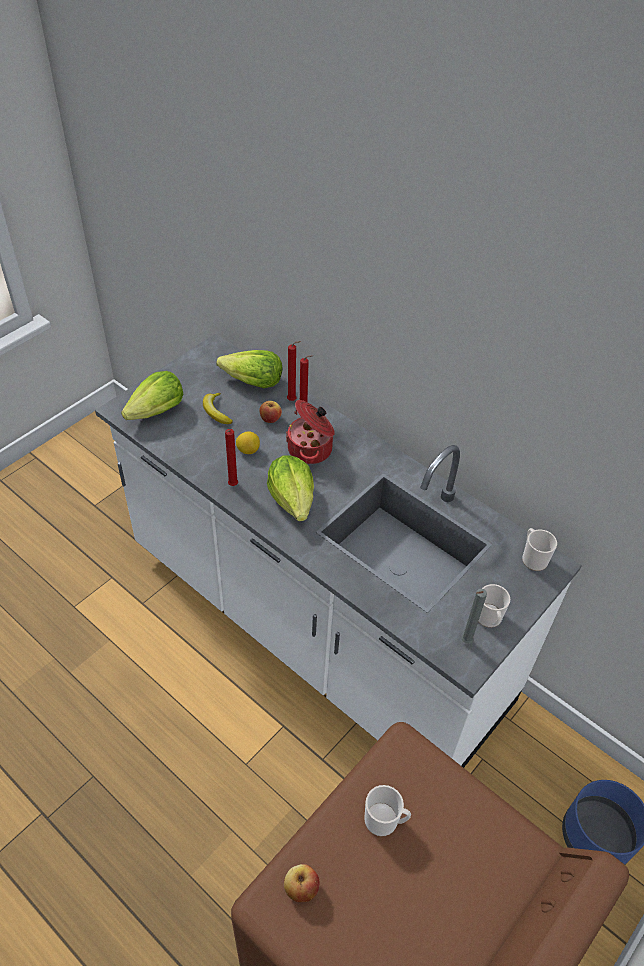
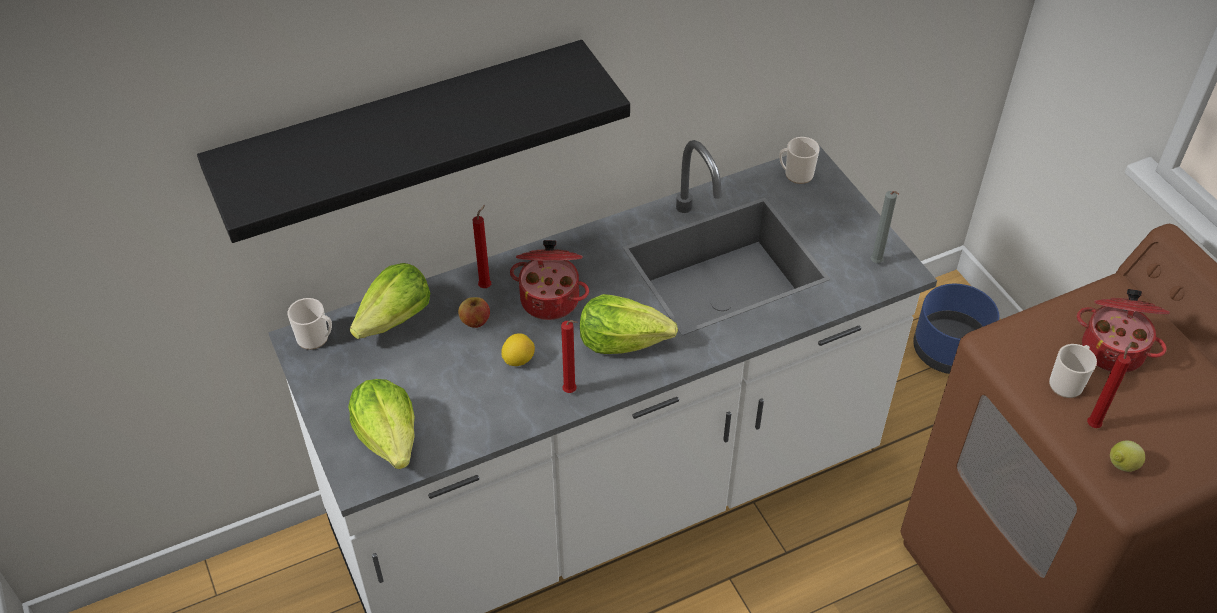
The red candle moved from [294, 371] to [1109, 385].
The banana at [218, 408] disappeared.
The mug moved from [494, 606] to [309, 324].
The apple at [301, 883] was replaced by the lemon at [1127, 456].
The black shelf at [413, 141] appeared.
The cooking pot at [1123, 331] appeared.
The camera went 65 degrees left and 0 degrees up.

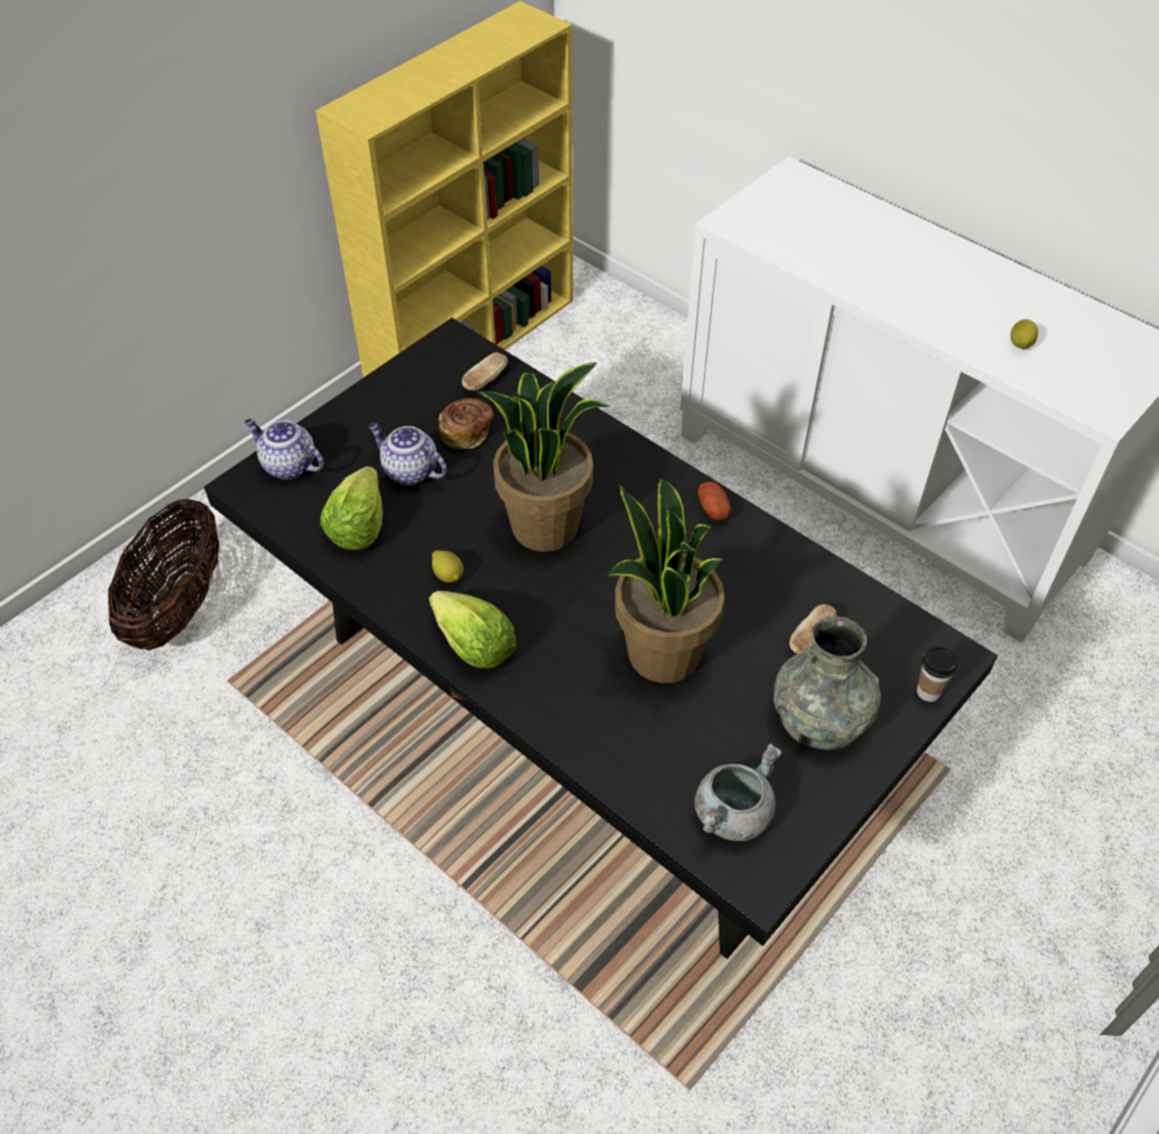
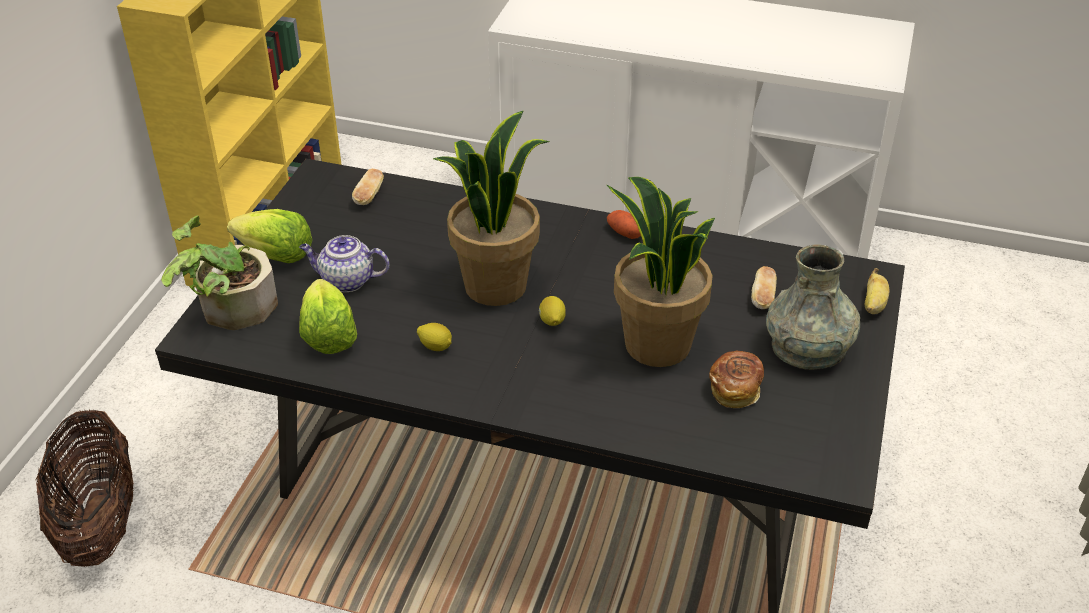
The lemon moved from [1024, 334] to [552, 311].
The bread moved from [466, 423] to [736, 379].
The teapot at [284, 449] was replaced by the potted plant at [219, 272].
The lettuce moved from [472, 630] to [270, 236].
The cup at [937, 674] was replaced by the banana at [877, 291].
The grey cooking pot at [738, 792] disappeared.
The camera went 25 degrees left and 10 degrees down.

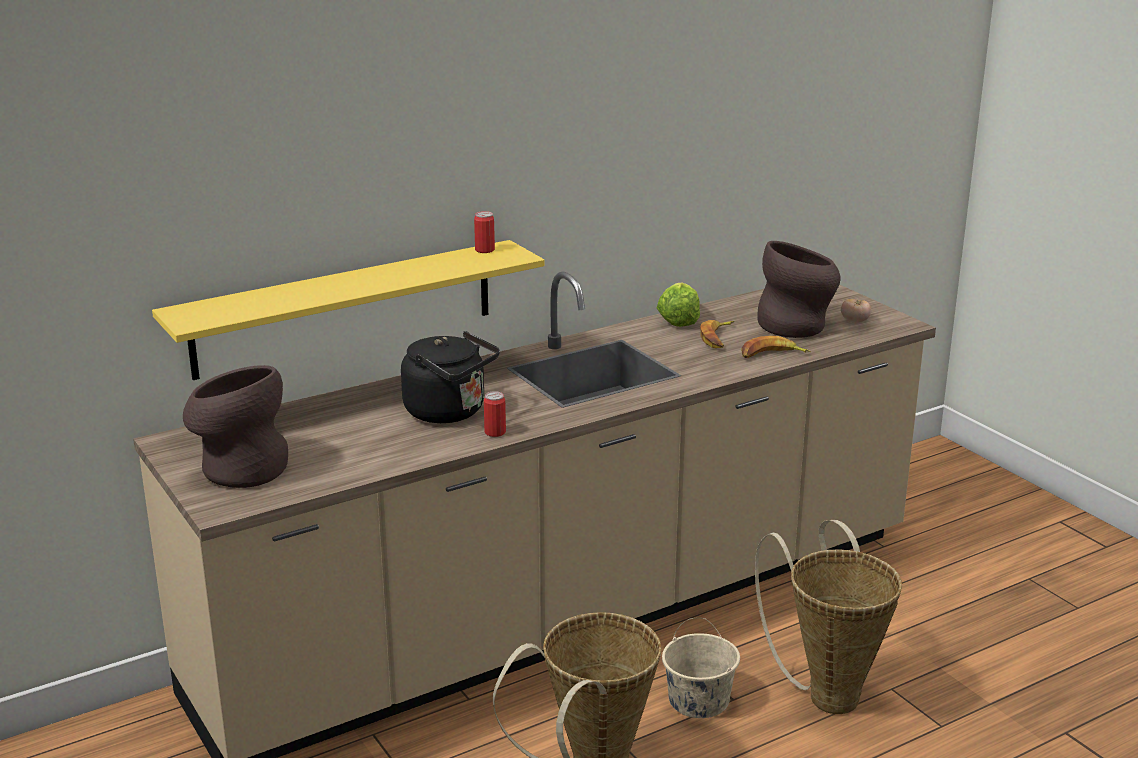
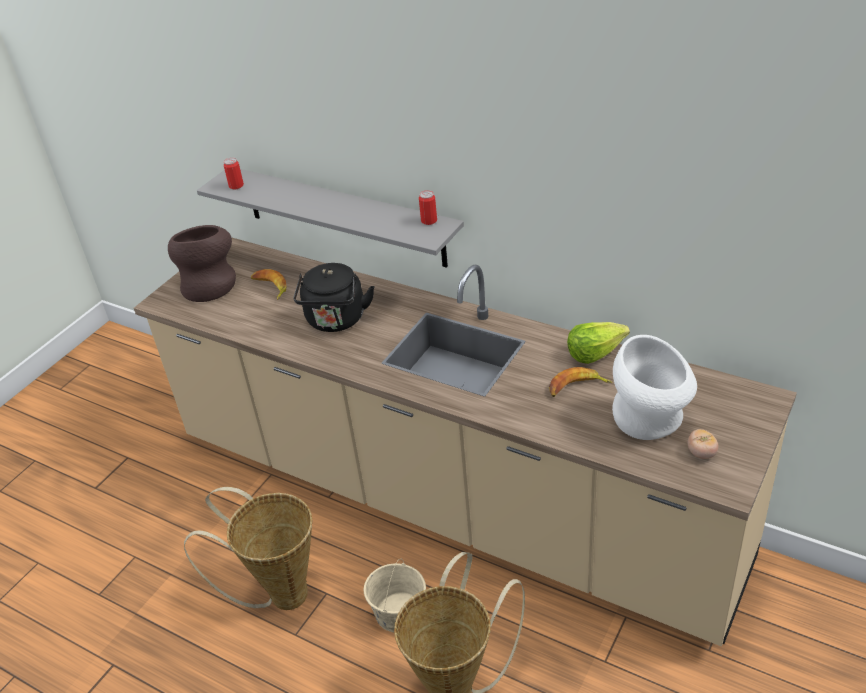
The yellow shelf at [348, 310] became the grey shelf at [330, 218].
The brown vase at [799, 289] became the white vase at [654, 387].
The banana moved from [776, 347] to [268, 284].
The can moved from [495, 414] to [234, 174].
The camera went 65 degrees right and 15 degrees up.

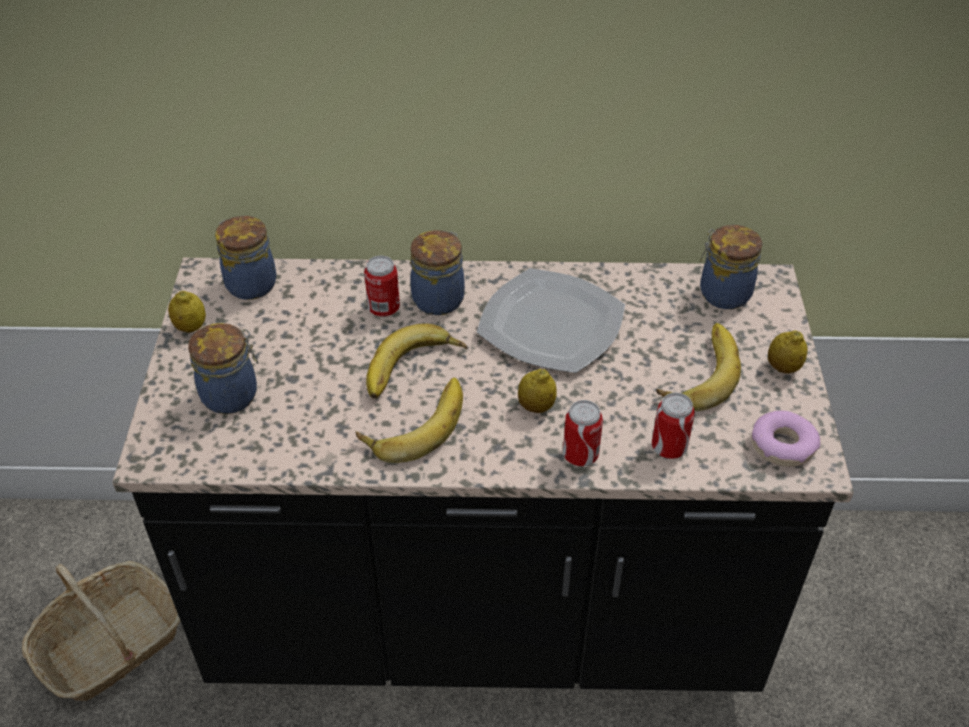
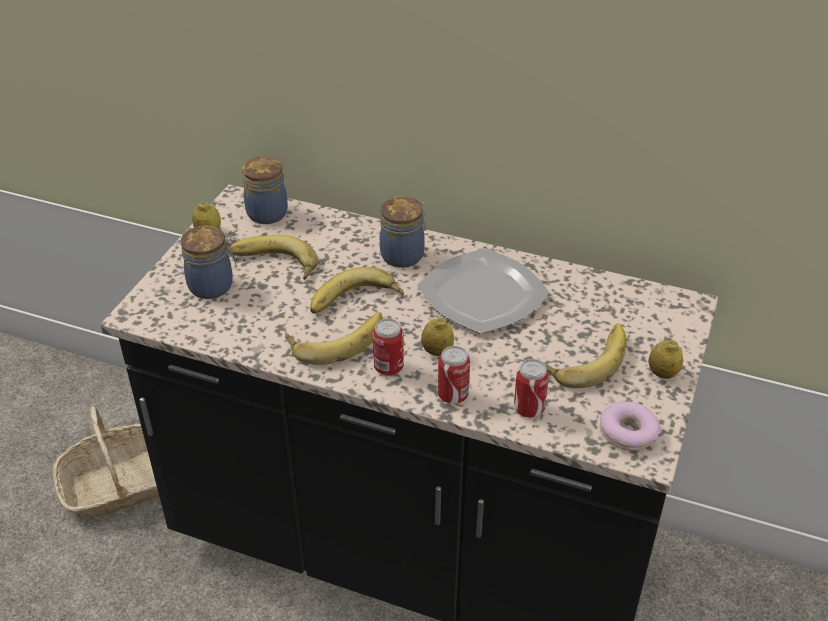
The jar at [731, 267] disappeared.
The can moved from [382, 286] to [388, 346].
The banana at [273, 257] appeared.
The camera went 20 degrees right and 5 degrees down.

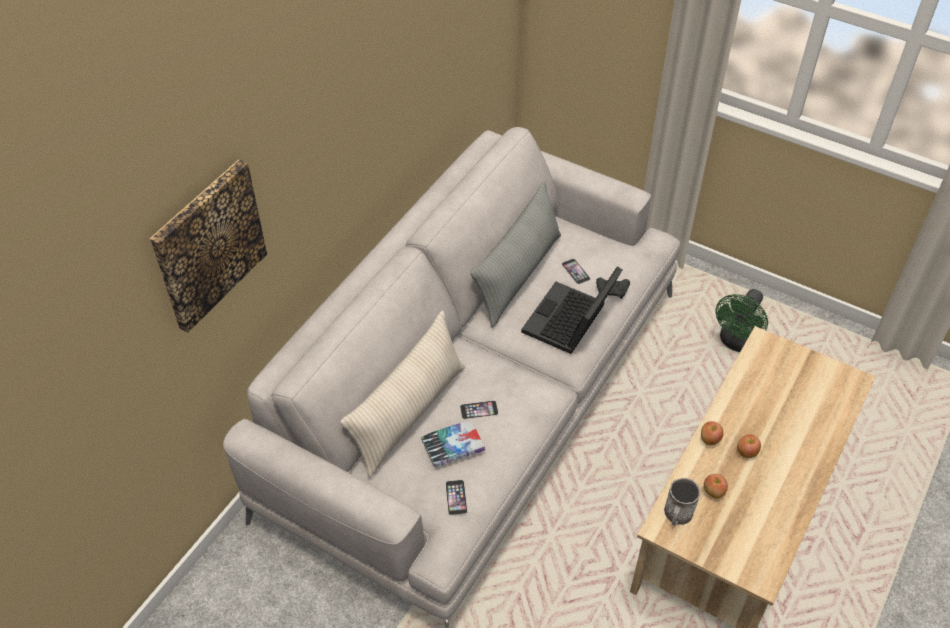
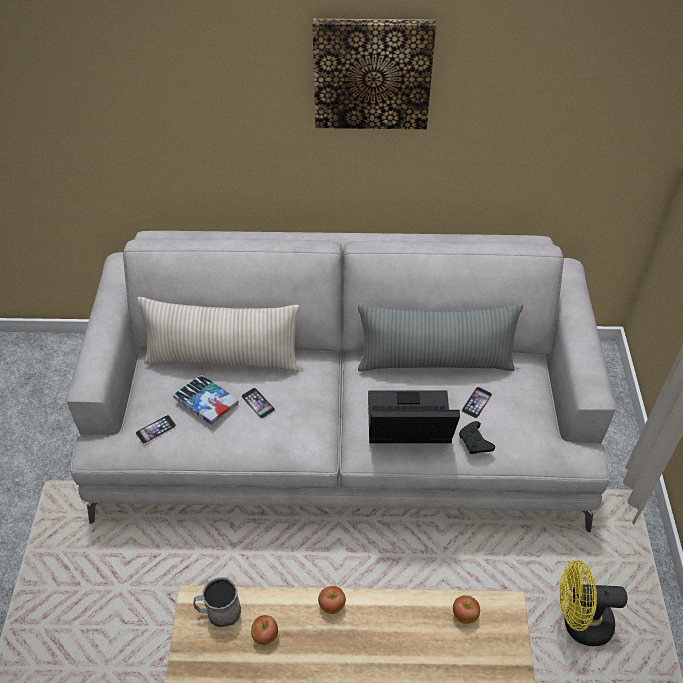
The picture moved from [208, 246] to [374, 74].
The green fan at [741, 320] became the yellow fan at [593, 603].
The apple moved from [749, 446] to [466, 609].
The camera went 60 degrees right and 0 degrees up.

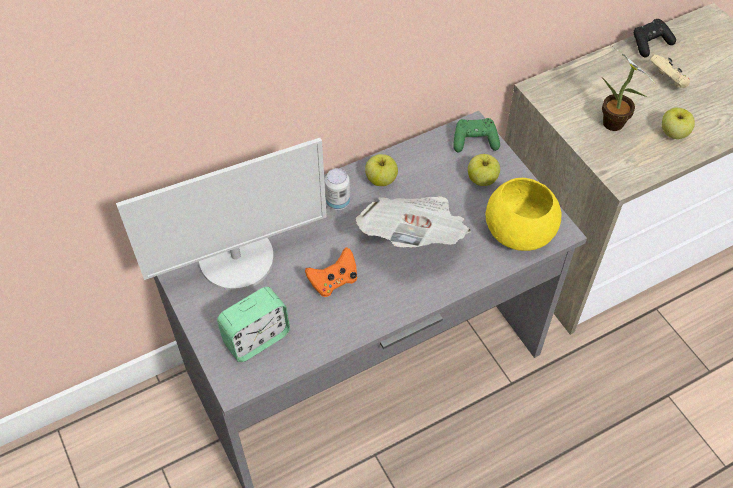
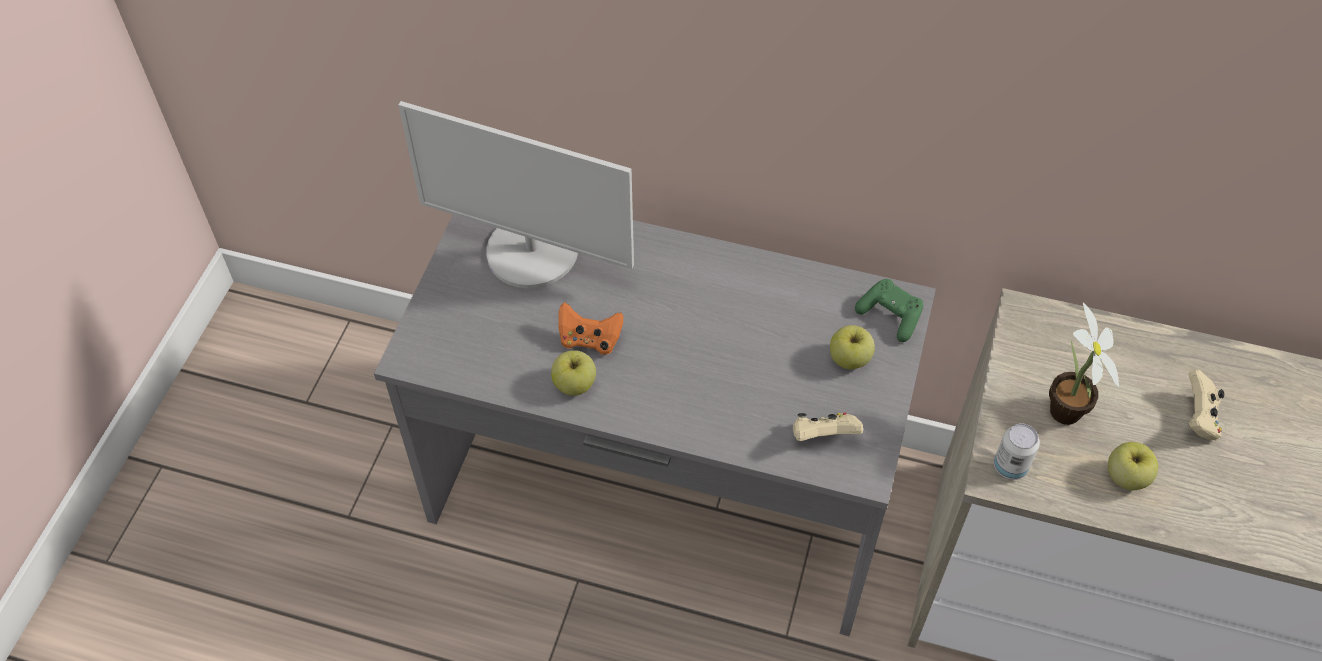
The black game controller at [654, 38] disappeared.
The apple moved from [381, 170] to [573, 373].
The can moved from [337, 189] to [1017, 451].
The yellow bowl at [523, 214] was replaced by the beige game controller at [828, 426].
The newspaper at [413, 221] disappeared.
The alarm clock at [253, 324] disappeared.
The camera went 45 degrees right and 0 degrees up.

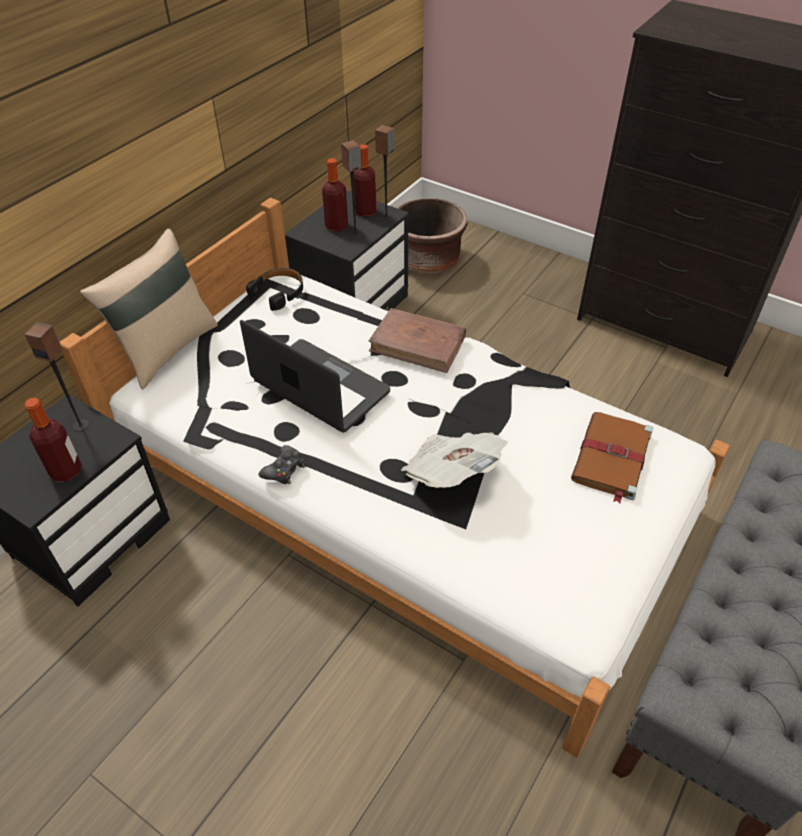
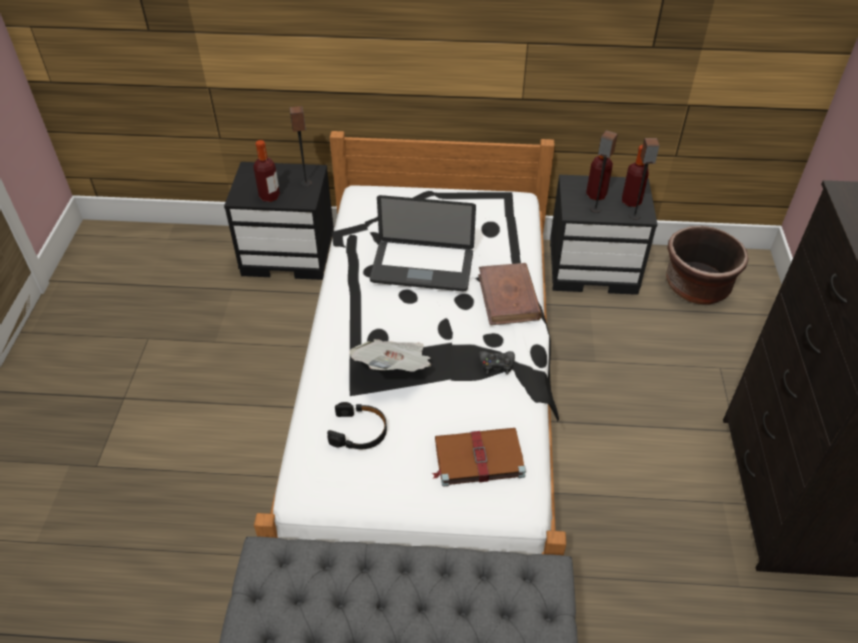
The beige pillow at [149, 309] disappeared.
The black headphones moved from [274, 289] to [357, 425].
The laptop at [315, 376] turned 90 degrees clockwise.
The black game controller moved from [282, 464] to [497, 362].
The camera went 60 degrees right and 0 degrees up.

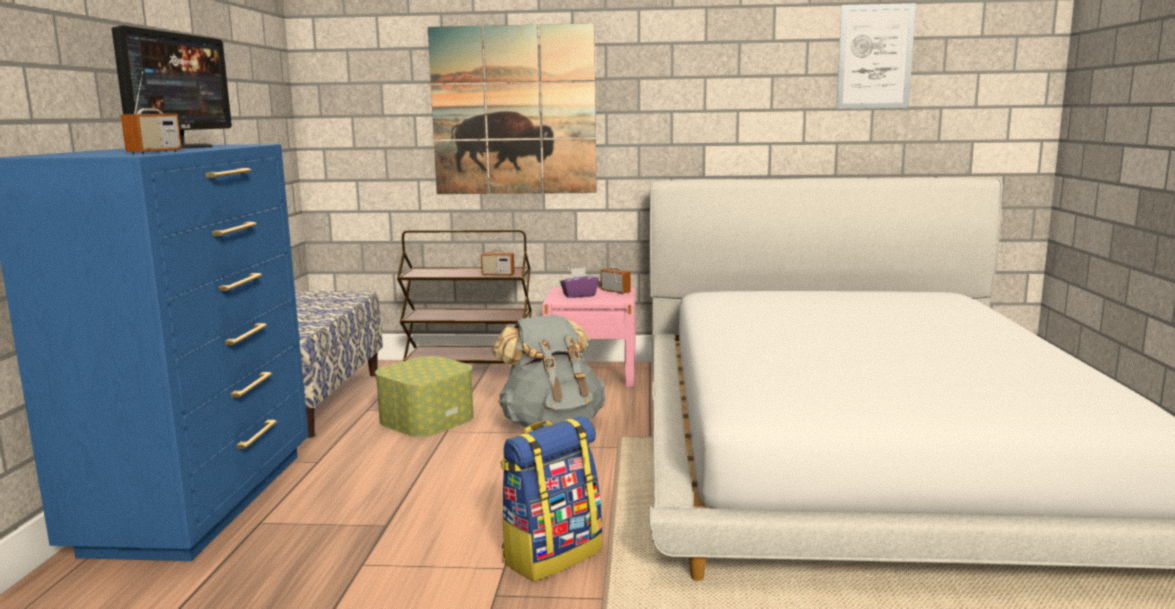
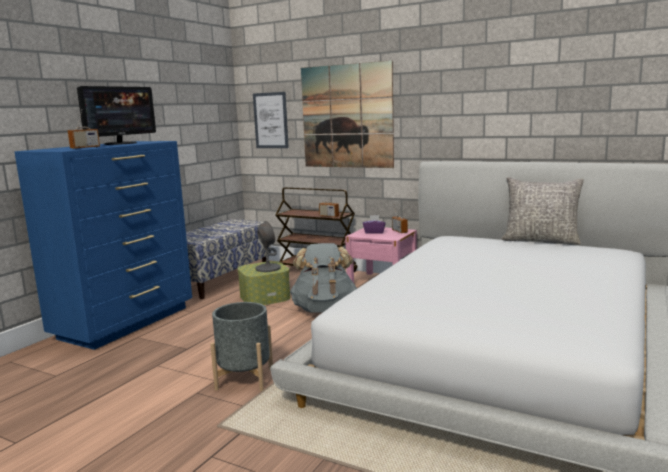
The picture moved from [876, 56] to [271, 120].
The backpack at [551, 498] was replaced by the grey planter at [241, 346].
The grey pillow at [542, 211] appeared.
The grey table lamp at [268, 246] appeared.
The camera went 25 degrees right and 0 degrees up.

